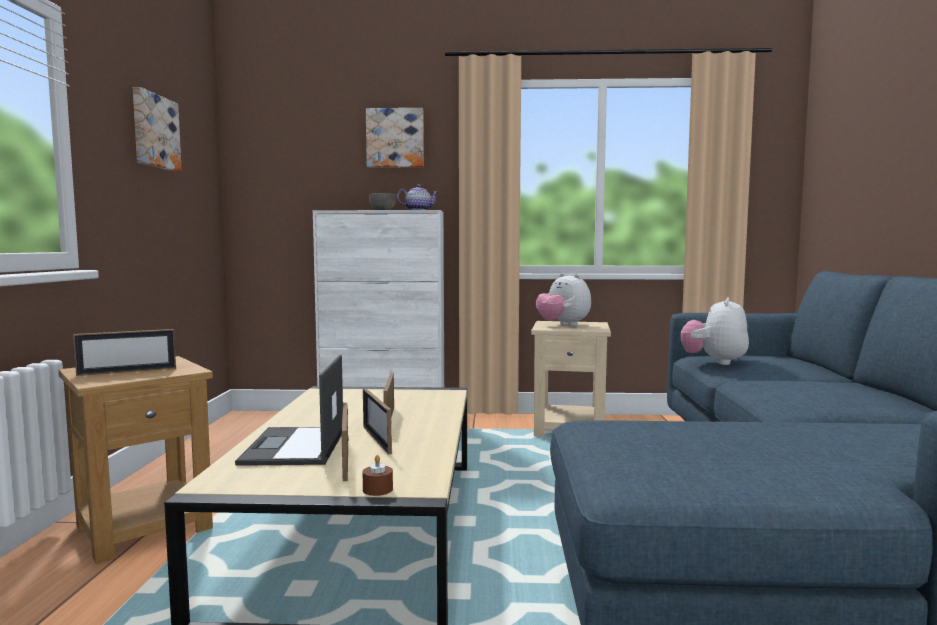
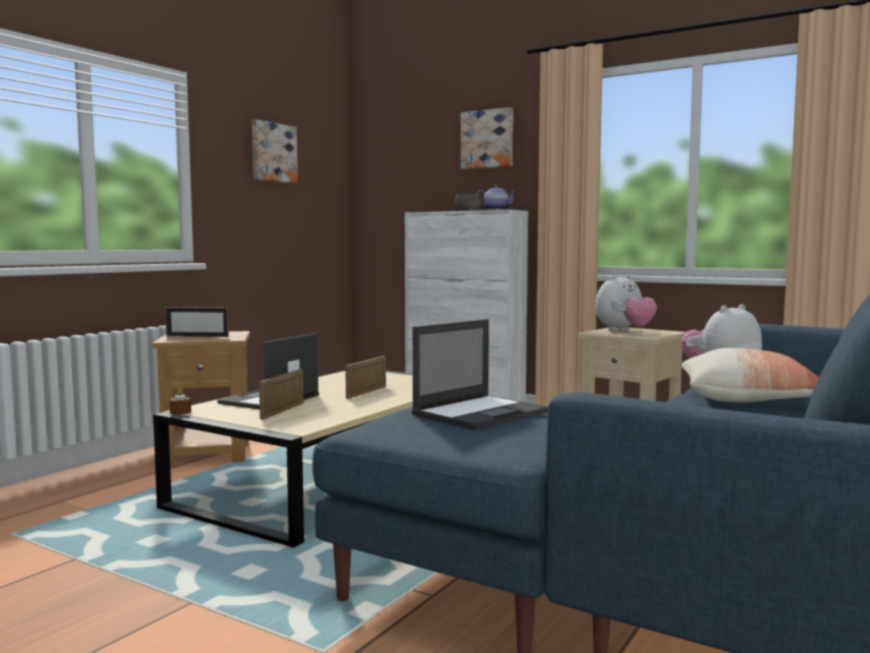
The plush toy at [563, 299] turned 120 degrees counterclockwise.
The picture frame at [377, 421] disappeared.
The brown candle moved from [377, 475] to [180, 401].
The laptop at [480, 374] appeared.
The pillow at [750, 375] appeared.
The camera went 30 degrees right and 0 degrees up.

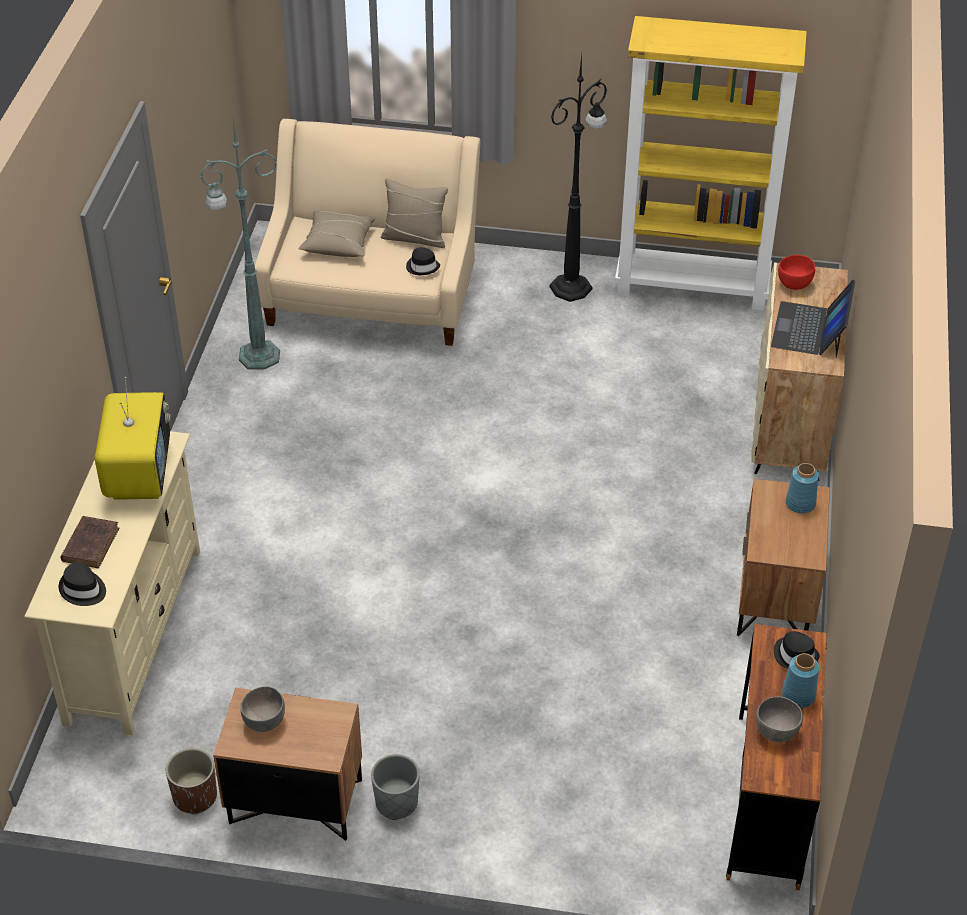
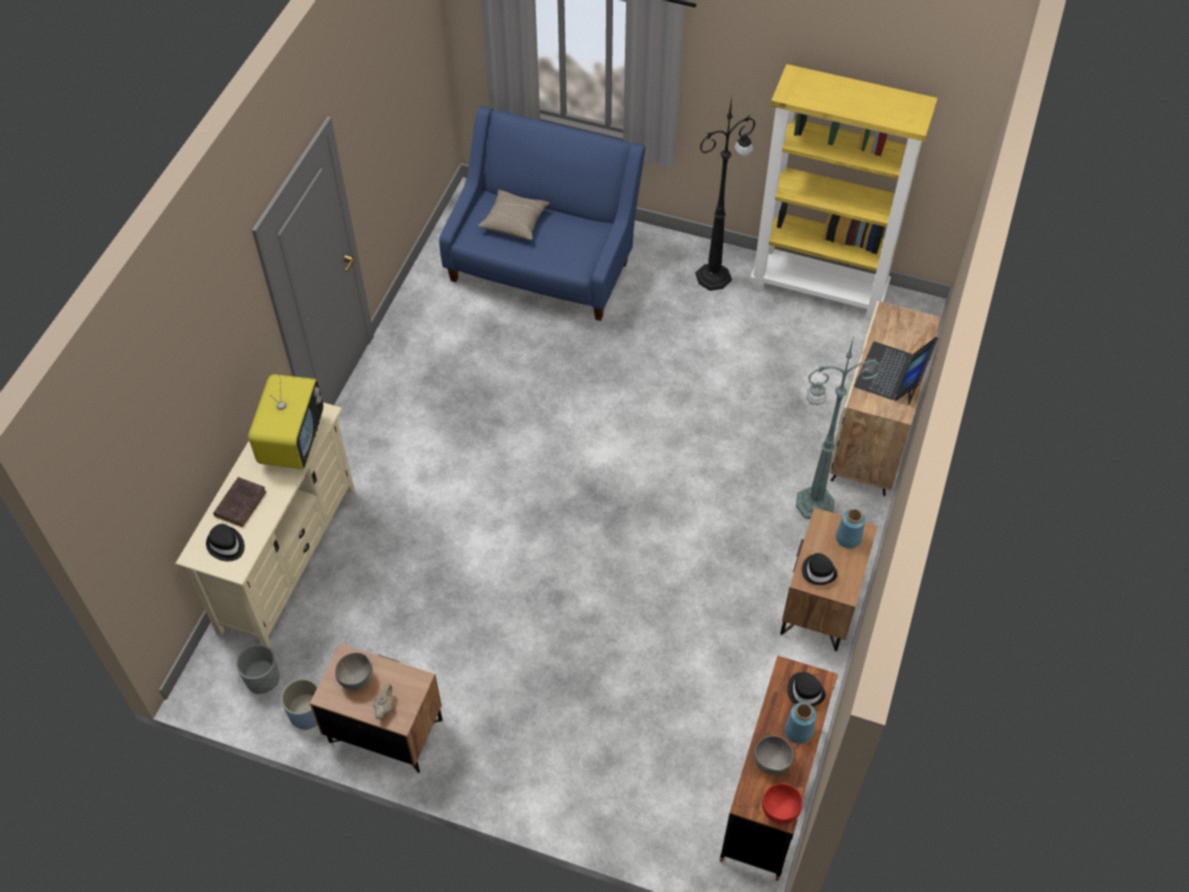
The beige sofa at [368, 232] became the blue sofa at [542, 213].
The green floor lamp moved from [240, 245] to [839, 428].
The beige pillow at [414, 213] disappeared.
The black hat moved from [423, 261] to [819, 569].
The red bowl moved from [796, 272] to [782, 804].
The brown planter at [191, 781] became the blue planter at [299, 704].
The grey planter moved from [395, 787] to [257, 669].
The beige teapot at [383, 702] appeared.
The camera went 10 degrees right and 10 degrees up.

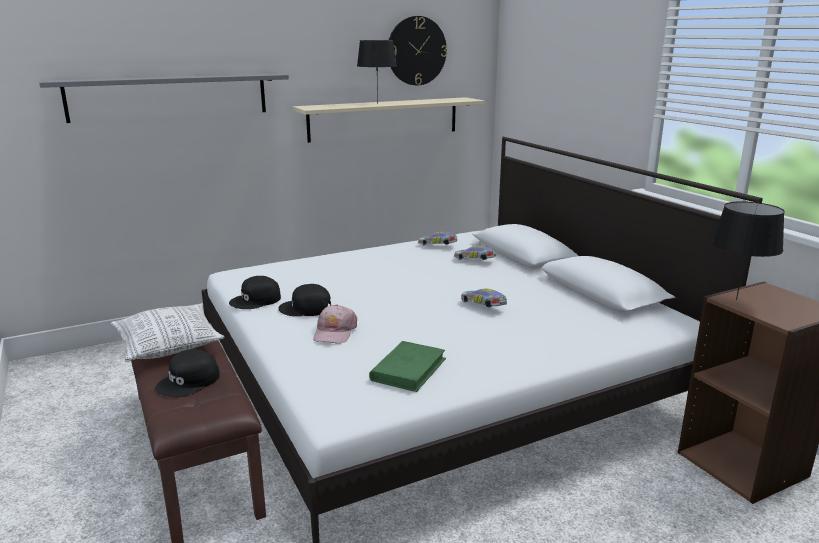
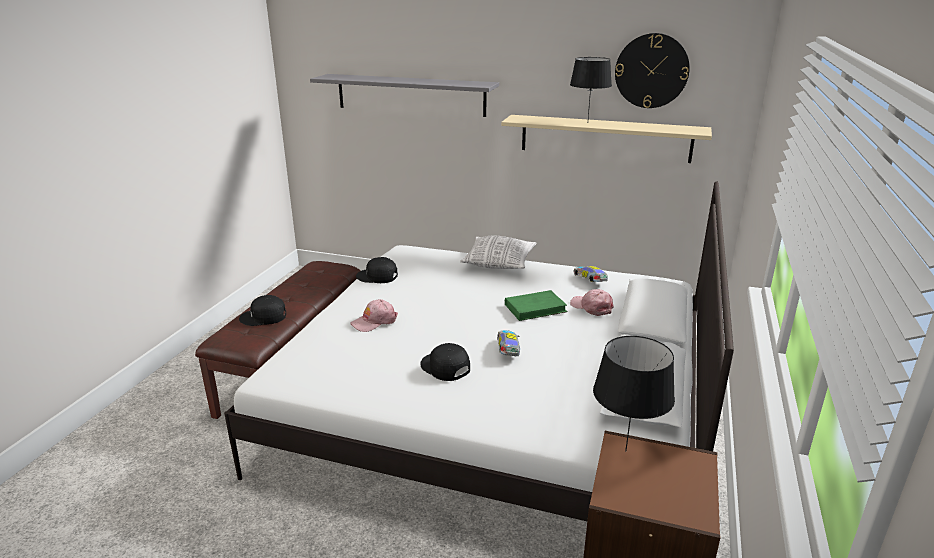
The toy car at [475, 253] was replaced by the pink cap at [592, 302].
The black cap moved from [304, 300] to [445, 362].
The pillow moved from [167, 333] to [498, 252].
The green book moved from [407, 366] to [536, 305].
The camera went 45 degrees right and 5 degrees up.

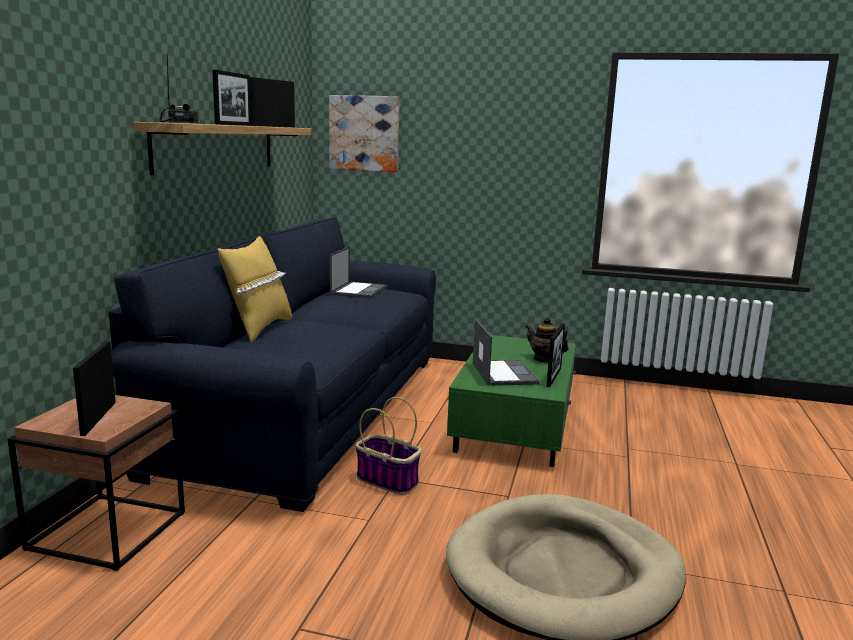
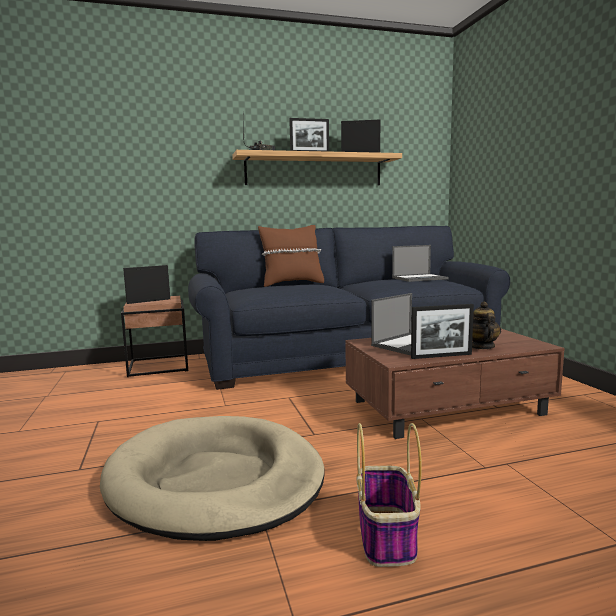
The picture at [364, 133] disappeared.
The yellow pillow at [255, 289] became the brown pillow at [291, 256].
The green coffee table at [511, 401] became the brown coffee table at [455, 384].
The basket moved from [388, 446] to [389, 495].
The camera went 60 degrees right and 5 degrees down.

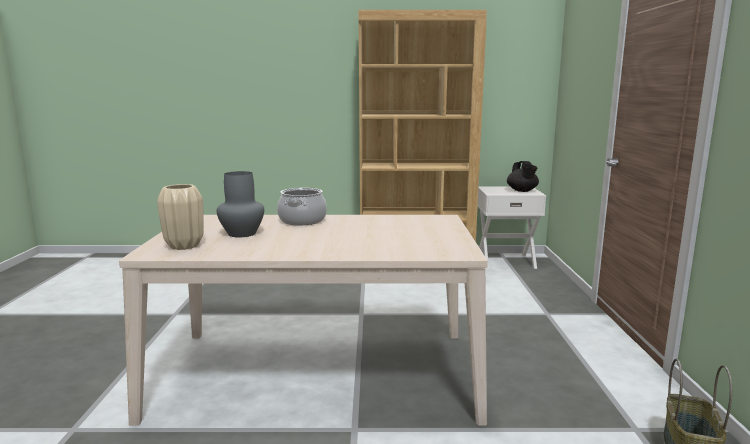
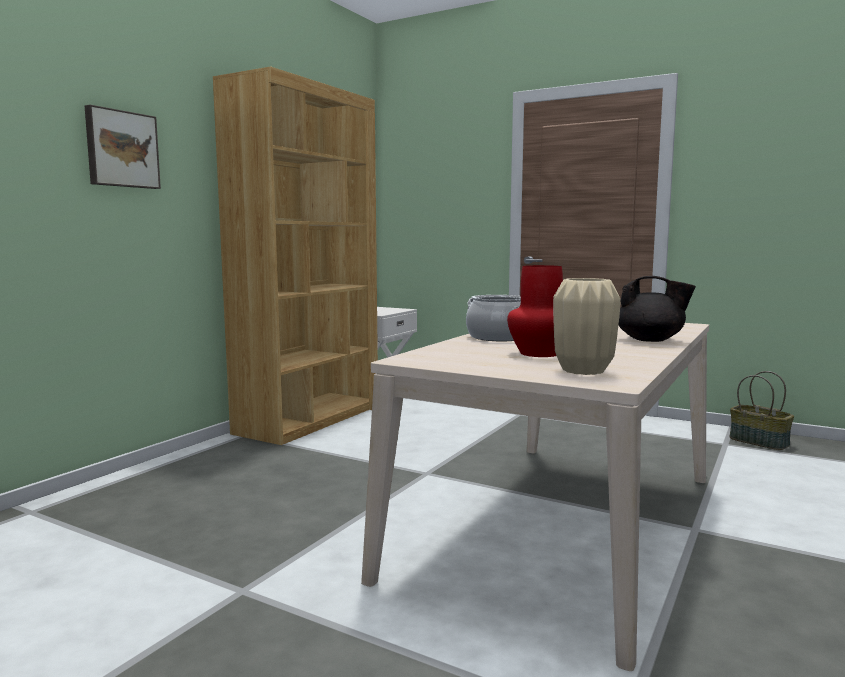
The black teapot moved from [523, 176] to [657, 309].
The grey vase at [240, 204] became the red vase at [535, 311].
The picture at [123, 147] appeared.
The camera went 60 degrees left and 5 degrees down.

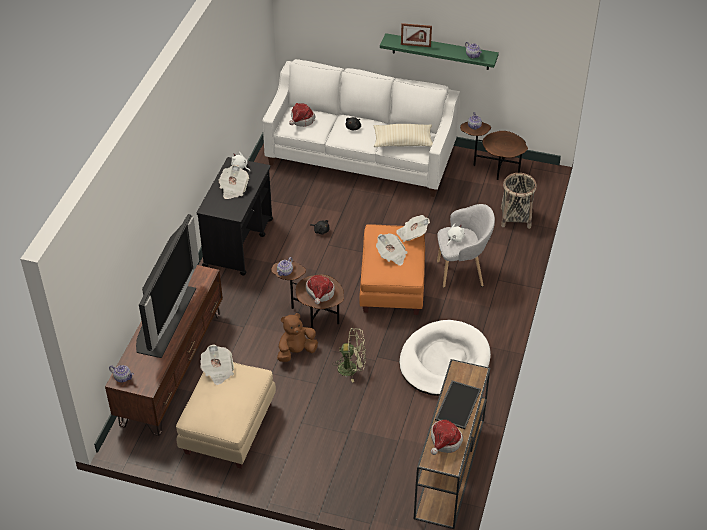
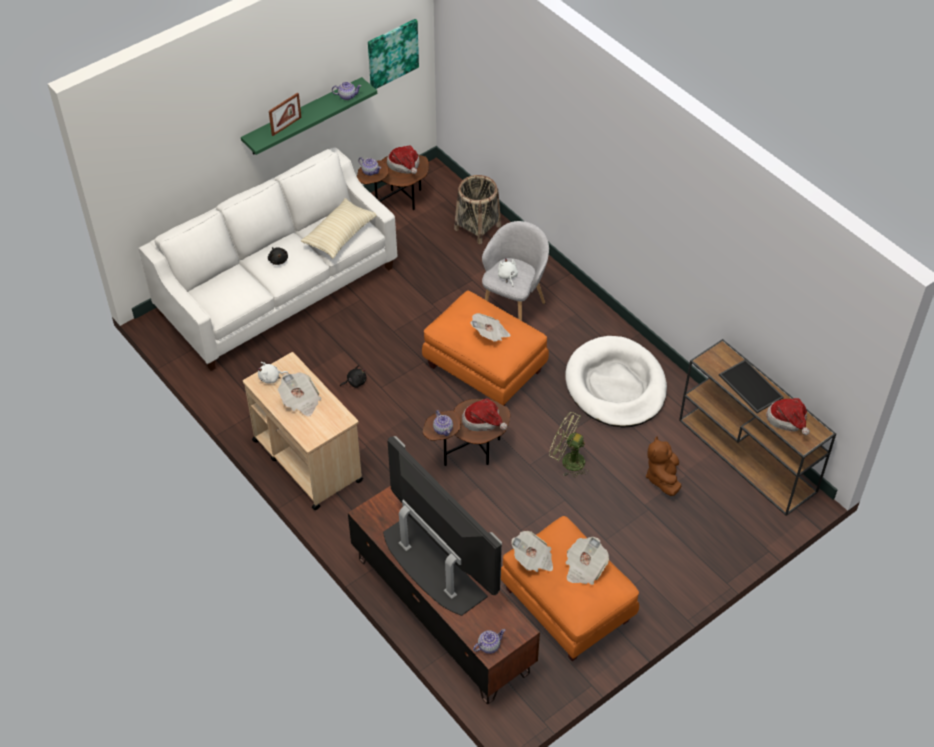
The hat moved from [302, 115] to [403, 160].
The black cart at [235, 216] became the beige cart at [303, 431].
The newspaper moved from [413, 228] to [587, 561].
The brown plush toy moved from [297, 337] to [663, 466].
The green fan at [349, 355] turned 105 degrees counterclockwise.
The beige ottoman at [226, 415] became the orange ottoman at [570, 588].
The picture at [393, 54] appeared.
The camera went 55 degrees left and 5 degrees up.

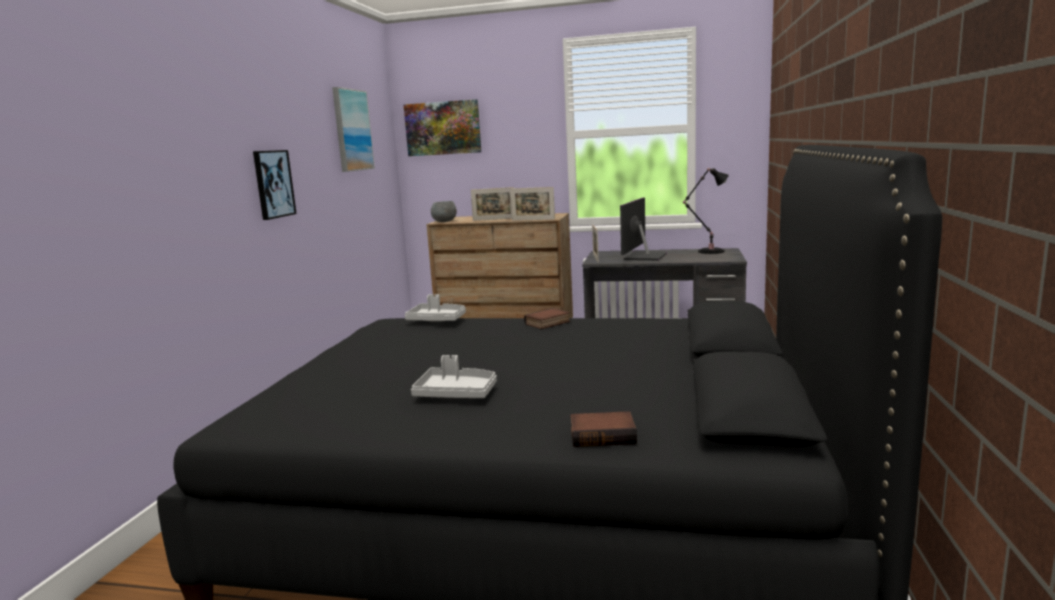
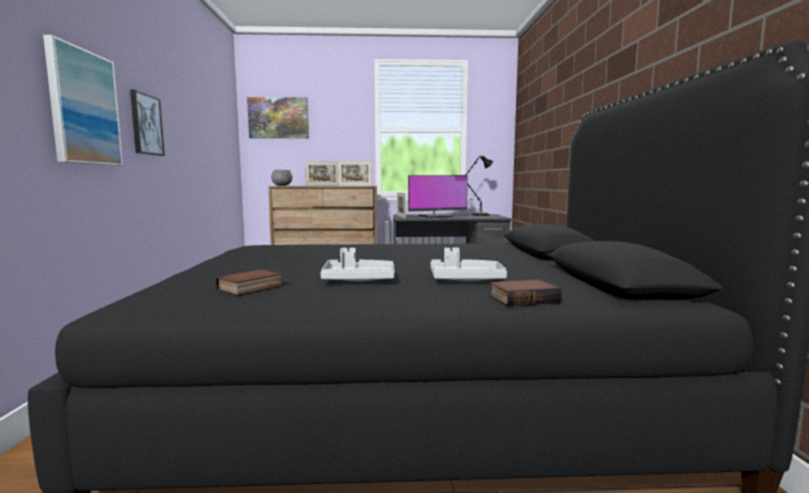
The picture moved from [353, 129] to [83, 100].
The monitor at [643, 229] turned 120 degrees counterclockwise.
The grey tray moved from [435, 307] to [468, 264].
The book moved from [547, 318] to [249, 282].
The camera went 15 degrees left and 5 degrees down.

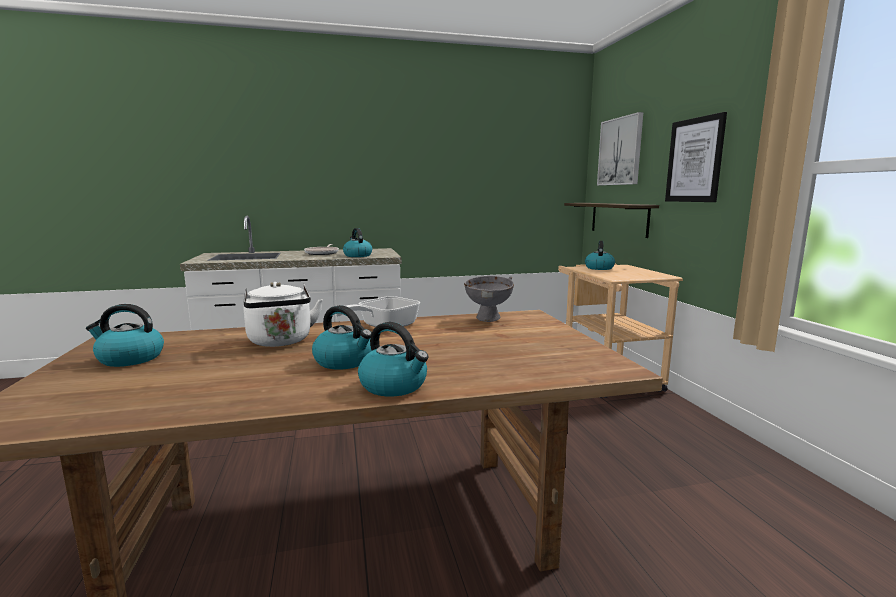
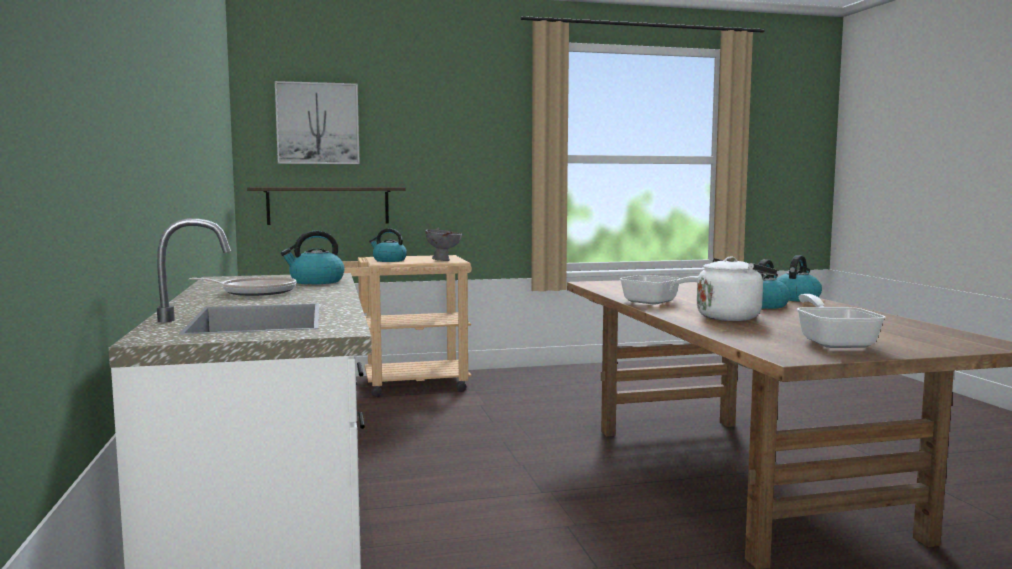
The picture at [696, 157] disappeared.
The grey bowl moved from [489, 299] to [443, 244].
The kettle at [125, 335] was replaced by the frying pan at [841, 321].
The camera went 90 degrees left and 5 degrees down.

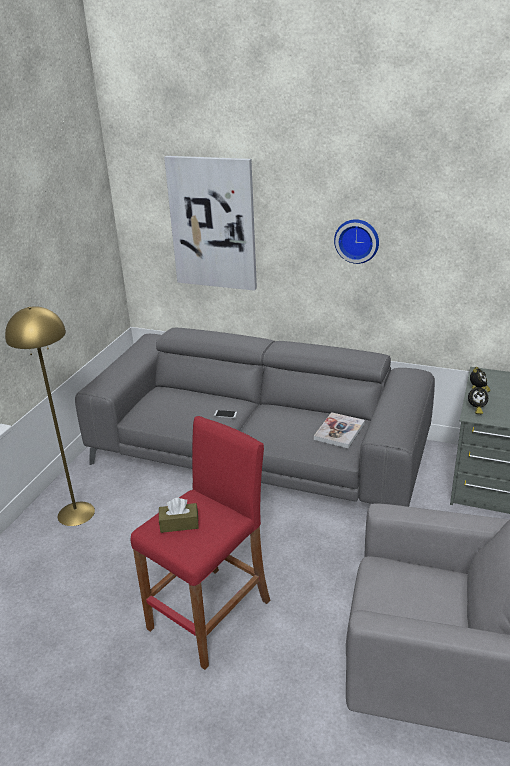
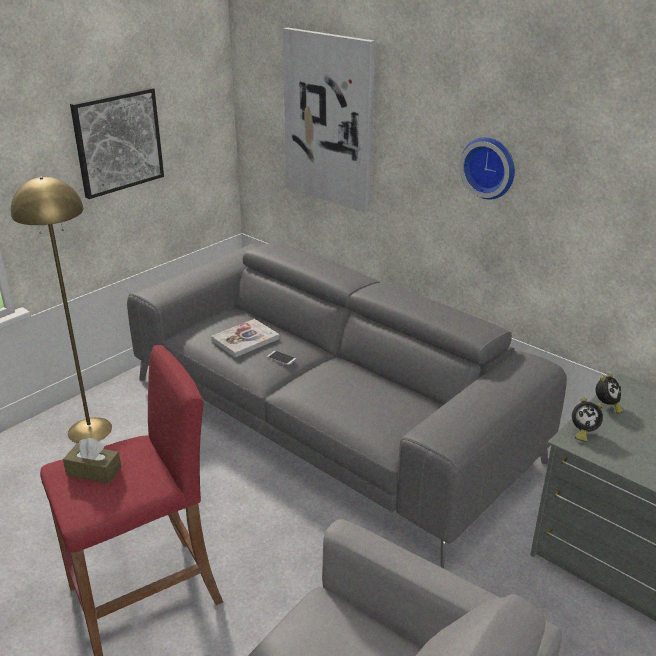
The book moved from [339, 430] to [245, 338].
The picture at [117, 143] appeared.
The camera went 20 degrees right and 0 degrees up.

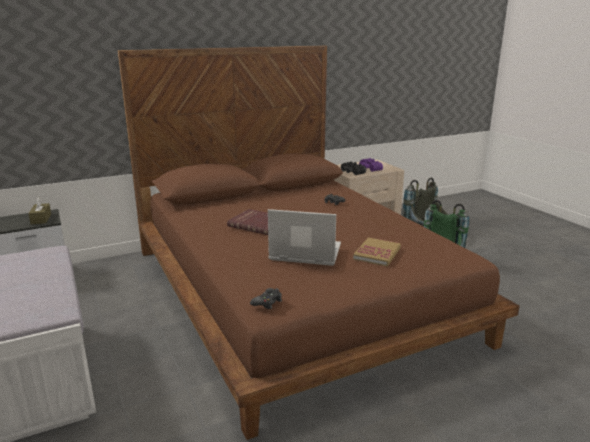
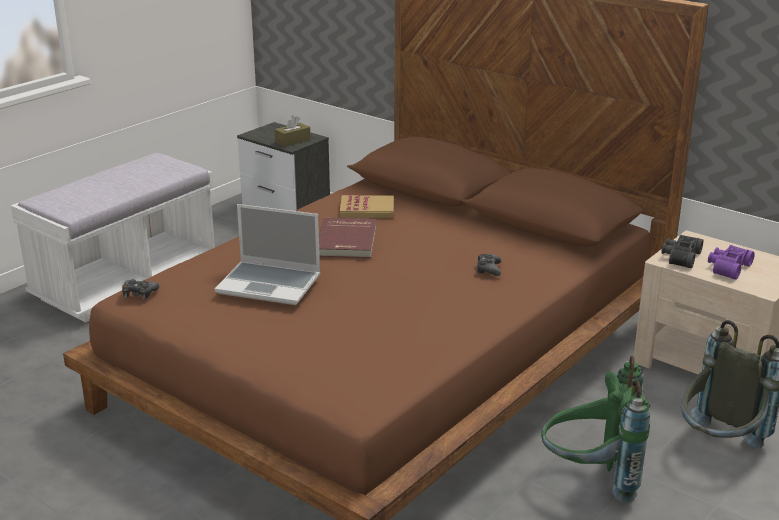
The laptop at [304, 237] turned 120 degrees clockwise.
The book moved from [377, 252] to [367, 206].
The camera went 65 degrees right and 5 degrees up.

